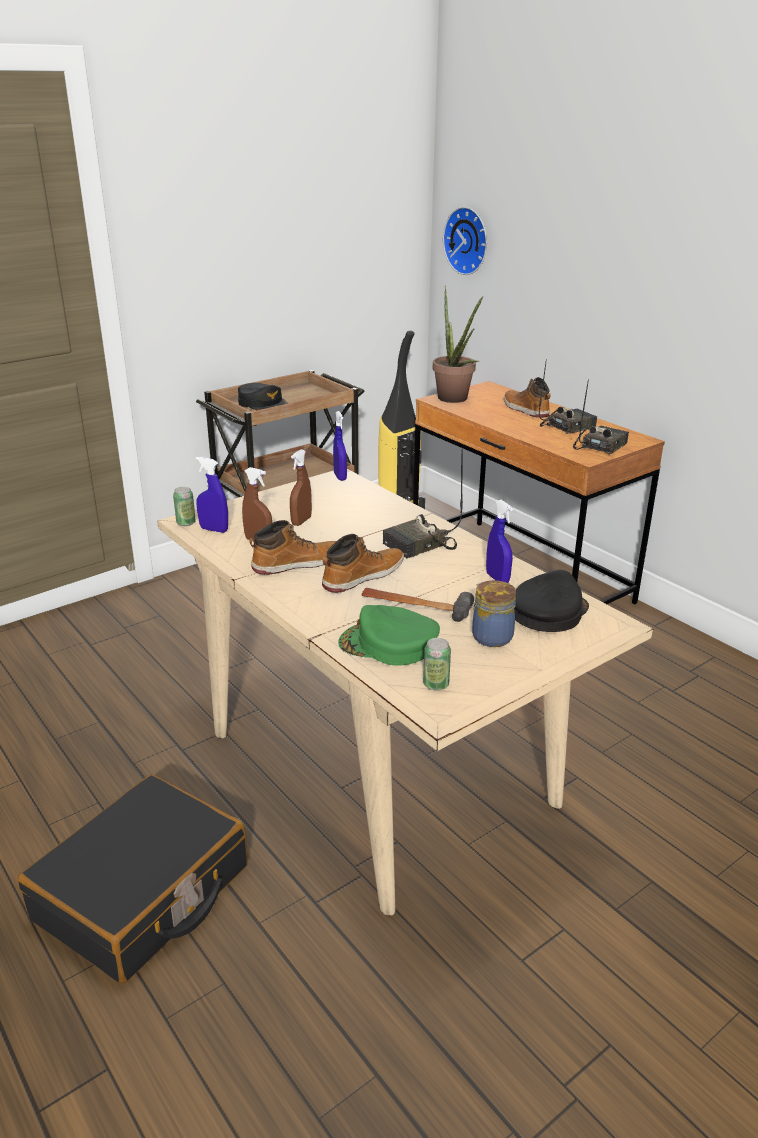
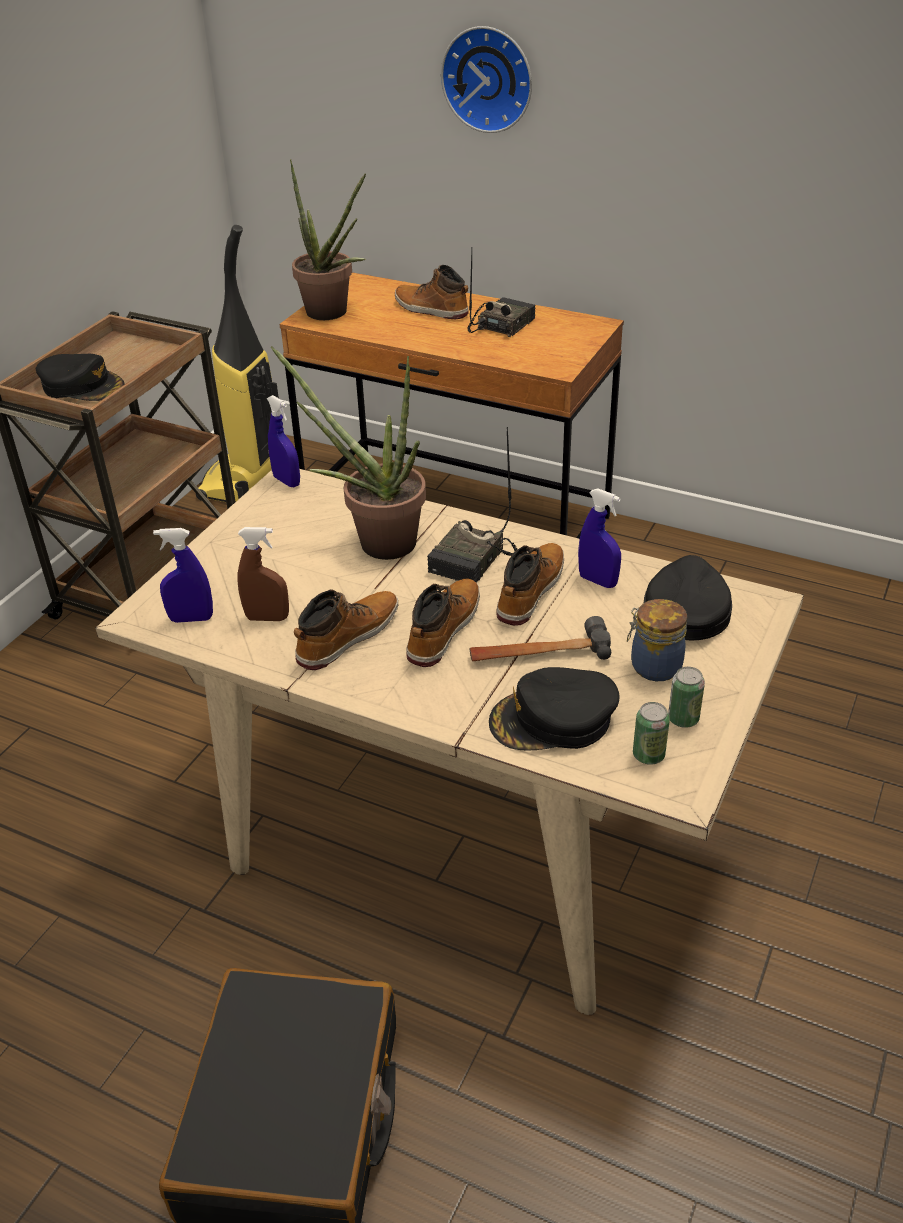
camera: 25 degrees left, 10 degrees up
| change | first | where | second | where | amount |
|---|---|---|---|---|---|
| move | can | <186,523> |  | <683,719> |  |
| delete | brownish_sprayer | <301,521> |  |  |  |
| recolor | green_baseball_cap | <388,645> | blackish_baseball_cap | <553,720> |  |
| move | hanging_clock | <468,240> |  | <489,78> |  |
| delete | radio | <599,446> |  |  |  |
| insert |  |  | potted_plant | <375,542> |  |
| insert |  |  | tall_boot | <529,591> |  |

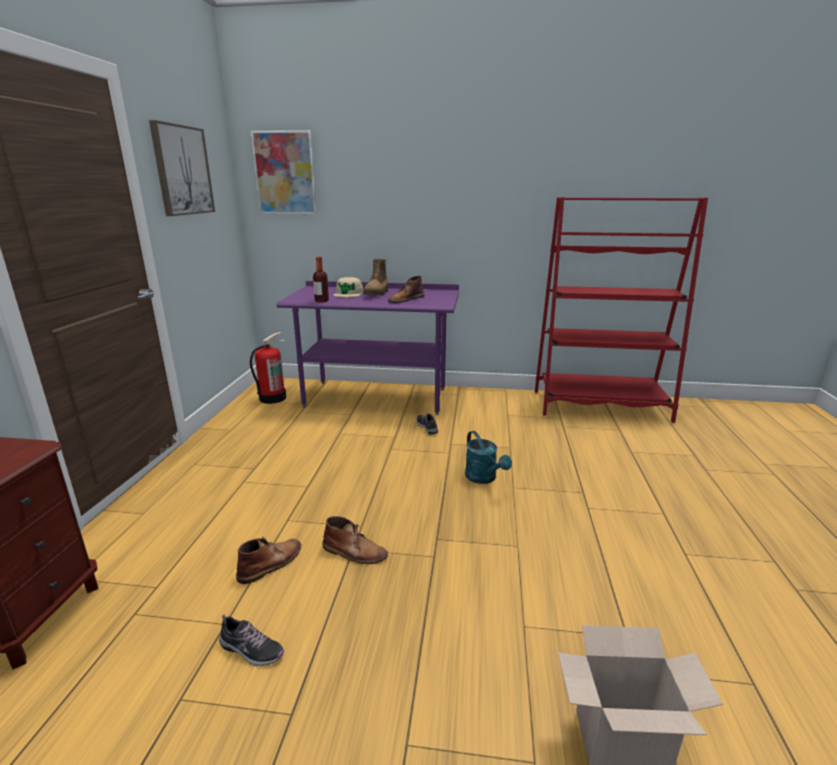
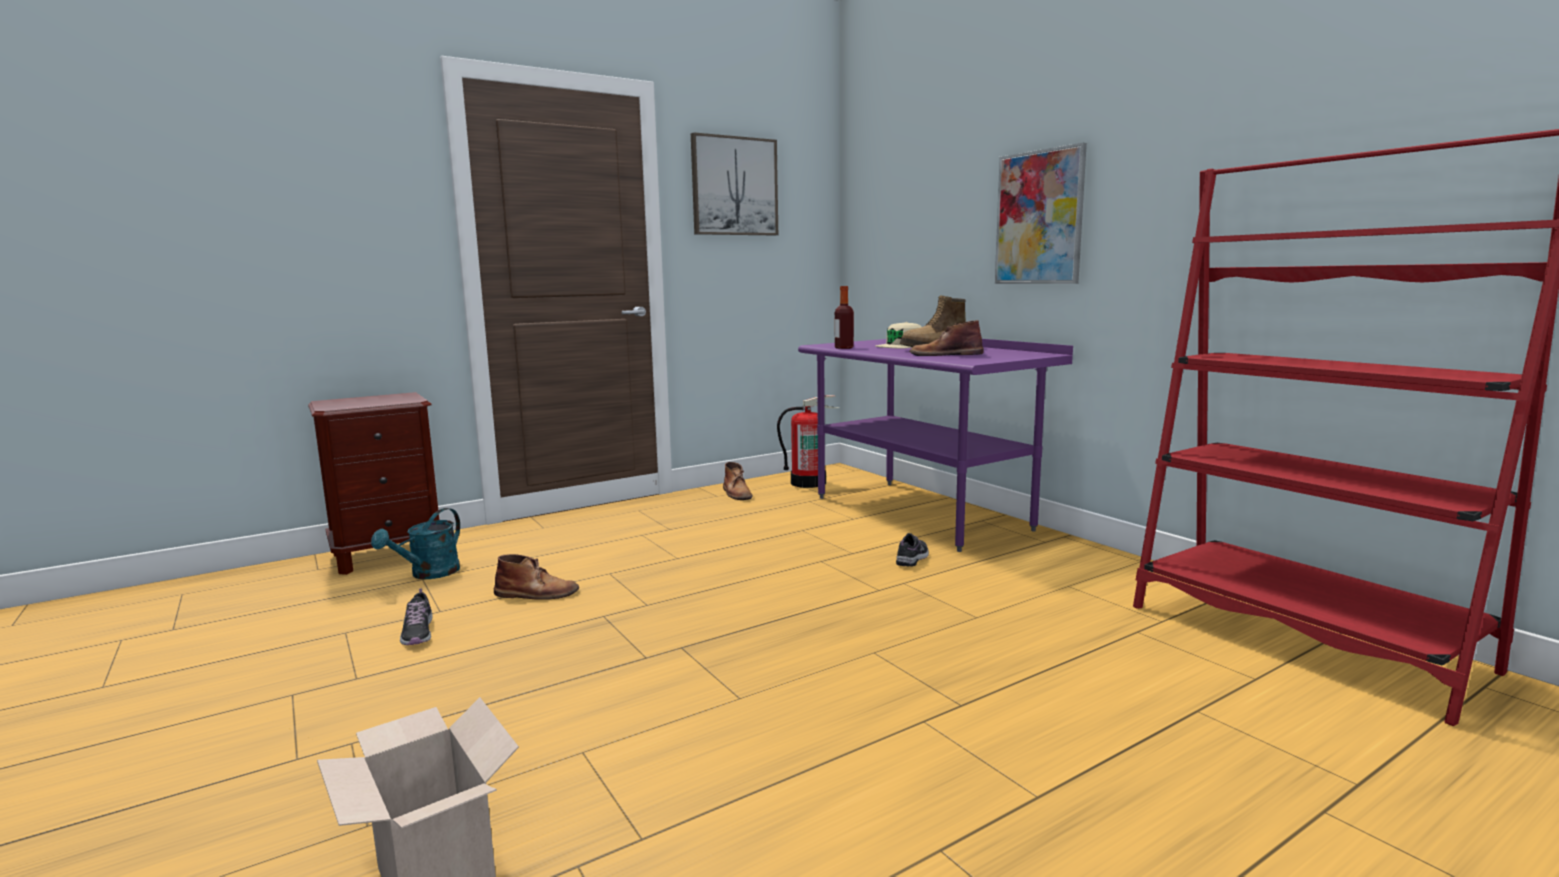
camera: 50 degrees right, 10 degrees down
| change | first | where | second | where | amount |
|---|---|---|---|---|---|
| move | wall_art | <285,173> |  | <1039,218> |  |
| move | brownish_tall_boot | <355,552> |  | <737,493> |  |
| move | turquoise-coloured_sprinkling_can | <484,478> |  | <428,574> |  |

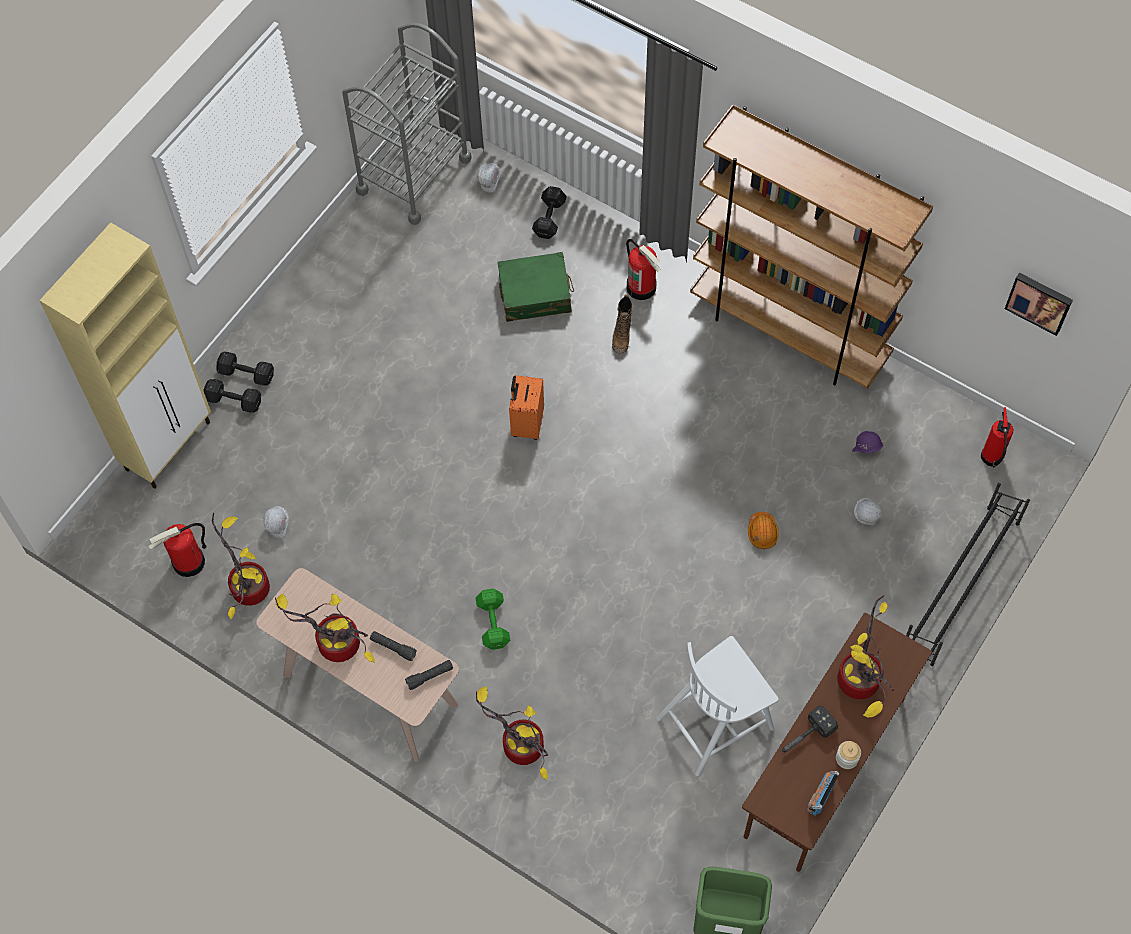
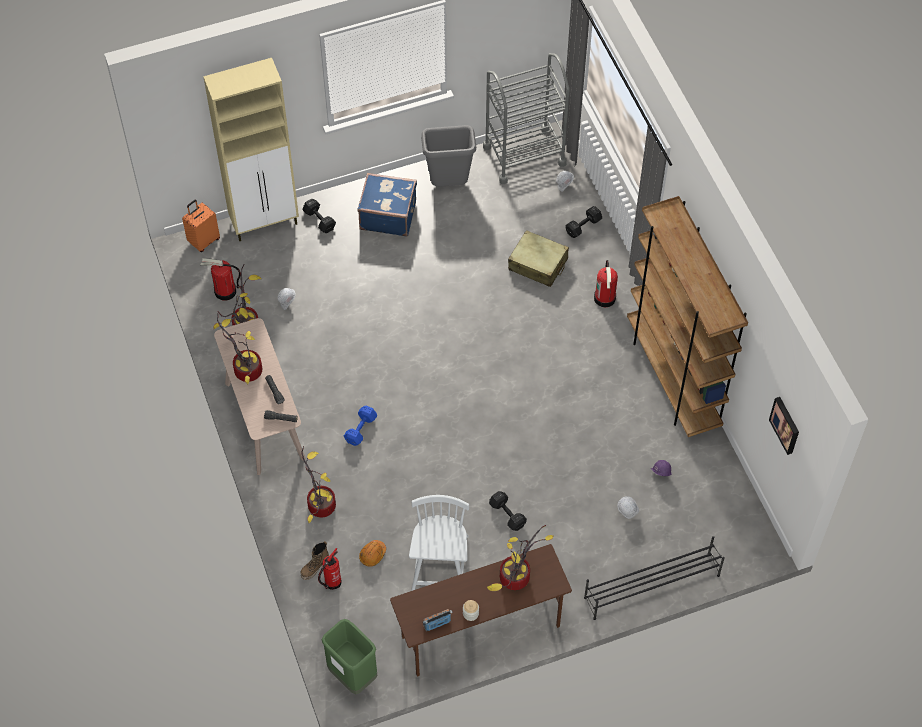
camera: 35 degrees right, 5 degrees down
| change | first | where | second | where | amount |
|---|---|---|---|---|---|
| move | blackish_dumbbell | <247,374> |  | <507,515> |  |
| recolor | green_dumbbell | <493,624> | blue_dumbbell | <360,430> |  |
| recolor | green_piece_of_luggage | <535,294> | sand-coloured_piece_of_luggage | <538,264> |  |
| move | orangey_piece_of_luggage | <526,423> |  | <203,240> |  |
| move | tall_boot | <622,336> |  | <315,567> |  |
| rotate | white_upright_chair | <716,721> |  | <440,565> | 90 degrees clockwise |
| move | orangey_hard_hat | <762,532> |  | <372,555> |  |
| delete | hand_hammer | <804,737> |  |  |  |
| move | fire_extinguisher | <991,459> |  | <331,583> |  |
| insert |  |  | blue_piece_of_luggage | <388,215> |  |
| insert |  |  | gray_waste_bin | <448,185> |  |

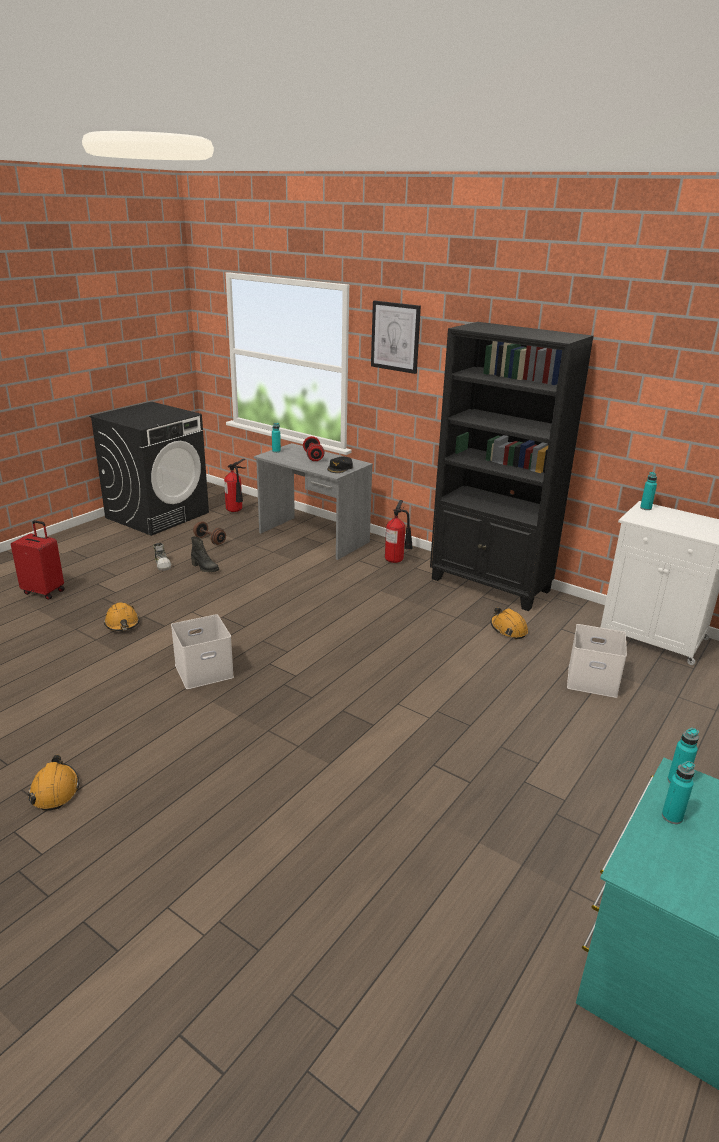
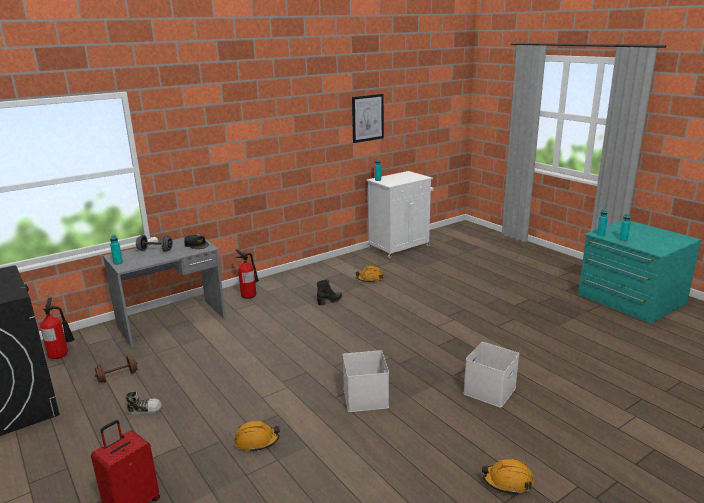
camera: 70 degrees left, 5 degrees down
| change | first | where | second | where | amount |
|---|---|---|---|---|---|
| move | blackish_tall_boot | <204,568> |  | <330,301> |  |
| recolor | red-coloured_dumbbell | <313,457> | gray_dumbbell | <155,251> |  |
| move | wall_art | <395,337> |  | <367,118> |  |
| delete | blackish_bookcase | <490,585> |  |  |  |
| move | white_storage_box | <593,679> |  | <489,390> |  |

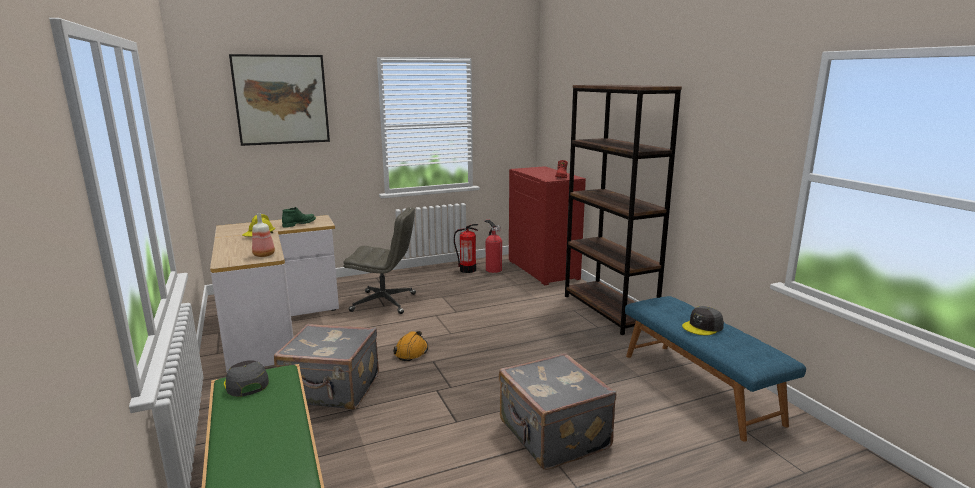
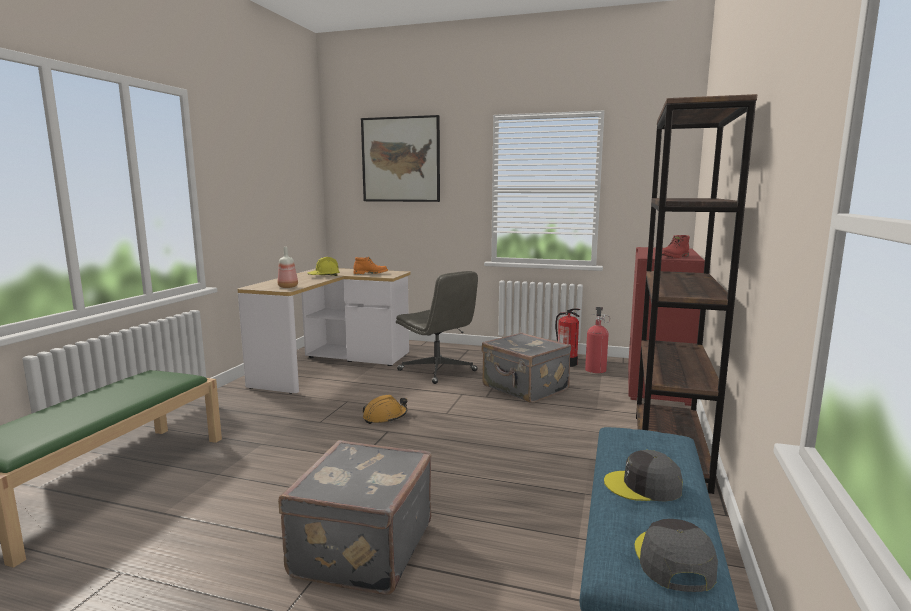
camera: 40 degrees right, 5 degrees down
| change | first | where | second | where | amount |
|---|---|---|---|---|---|
| move | gray_baseball_cap | <246,383> |  | <673,561> |  |
| move | gray_piece_of_luggage | <332,390> |  | <524,388> |  |
| recolor | green_tall_boot | <299,224> | orangey_tall_boot | <371,273> |  |

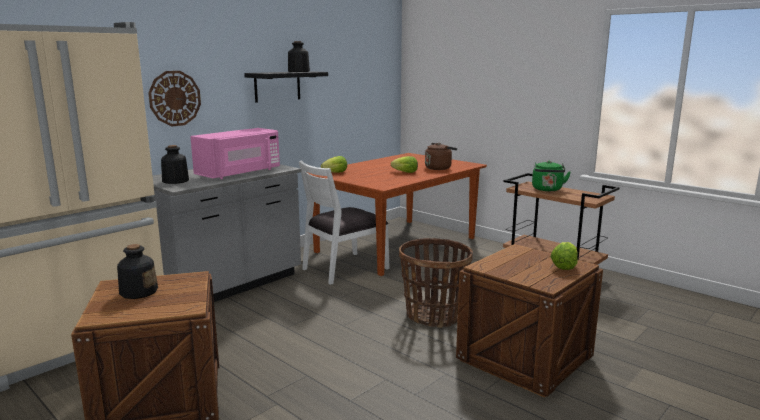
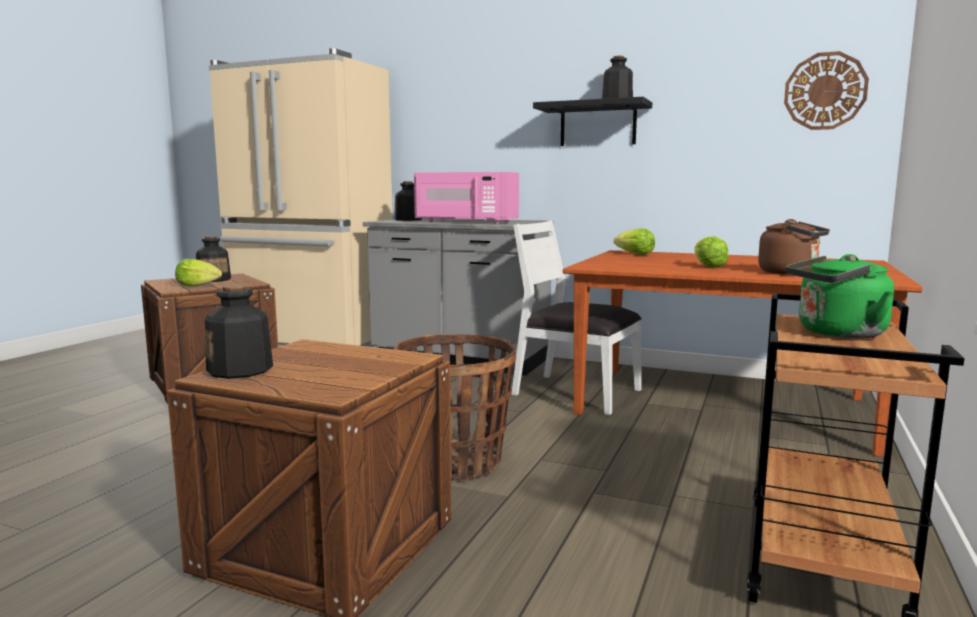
camera: 70 degrees right, 5 degrees down
| change | first | where | second | where | amount |
|---|---|---|---|---|---|
| move | hanging_clock | <175,98> |  | <825,91> |  |
| move | lettuce_head | <564,266> |  | <197,286> |  |
| insert |  |  | bottle | <240,370> |  |

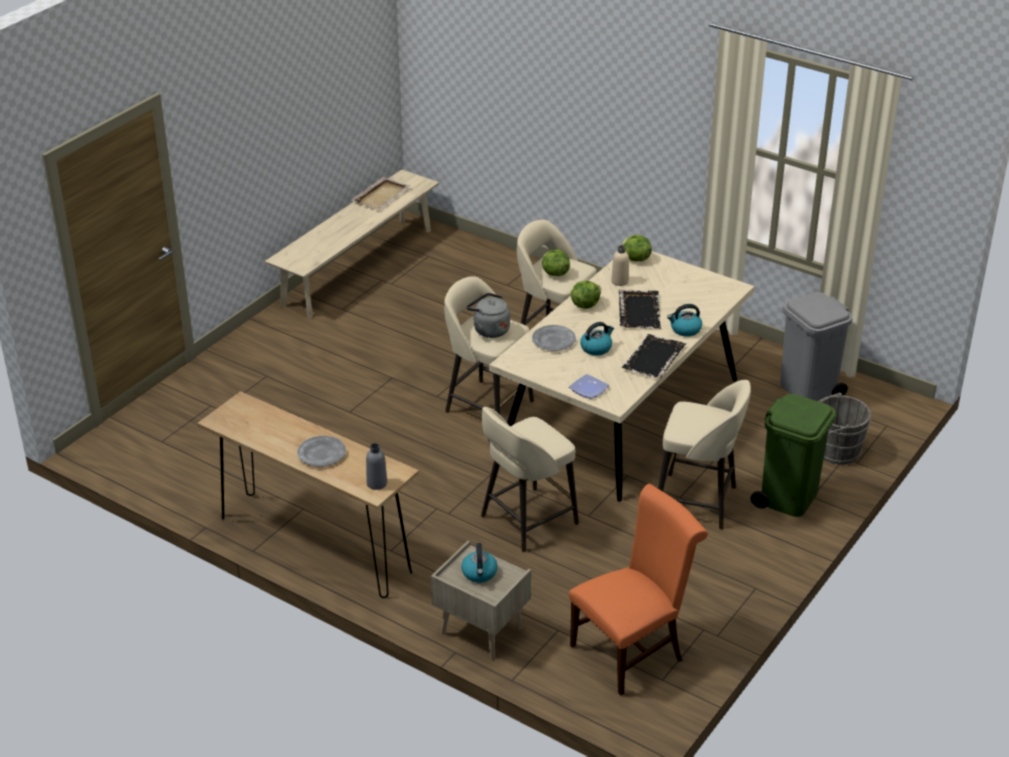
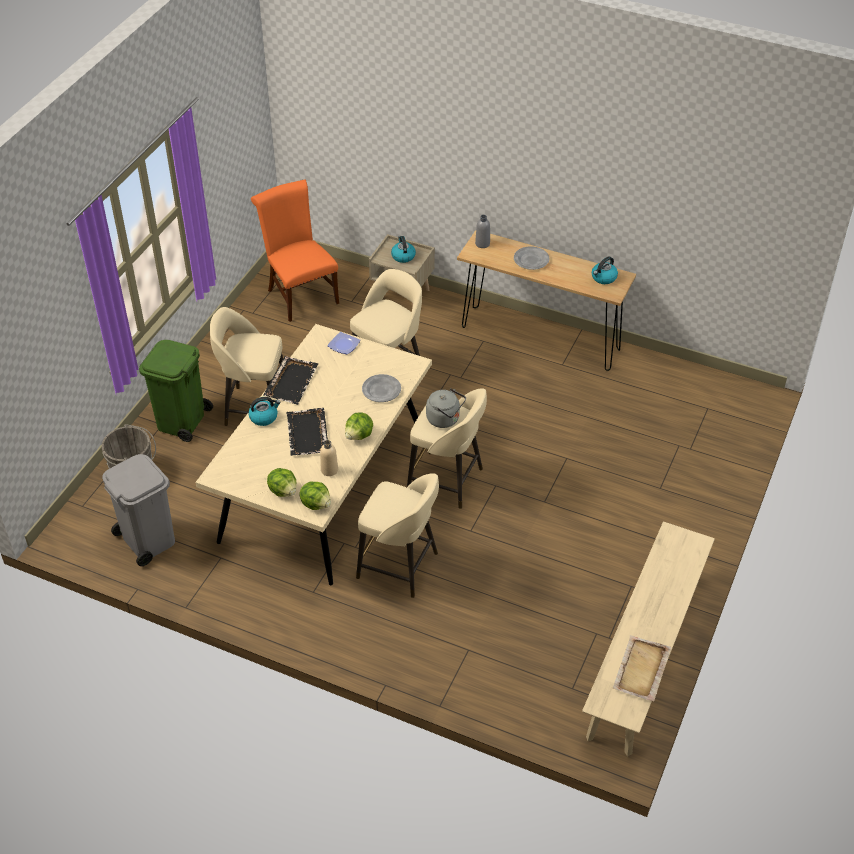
camera: 170 degrees right, 10 degrees up
| change | first | where | second | where | amount |
|---|---|---|---|---|---|
| move | lettuce_head | <554,273> |  | <283,491> |  |
| rotate | orangey_upright_chair | <632,650> |  | <300,294> | 105 degrees clockwise |
| move | water_kettle | <596,348> |  | <603,278> |  |

